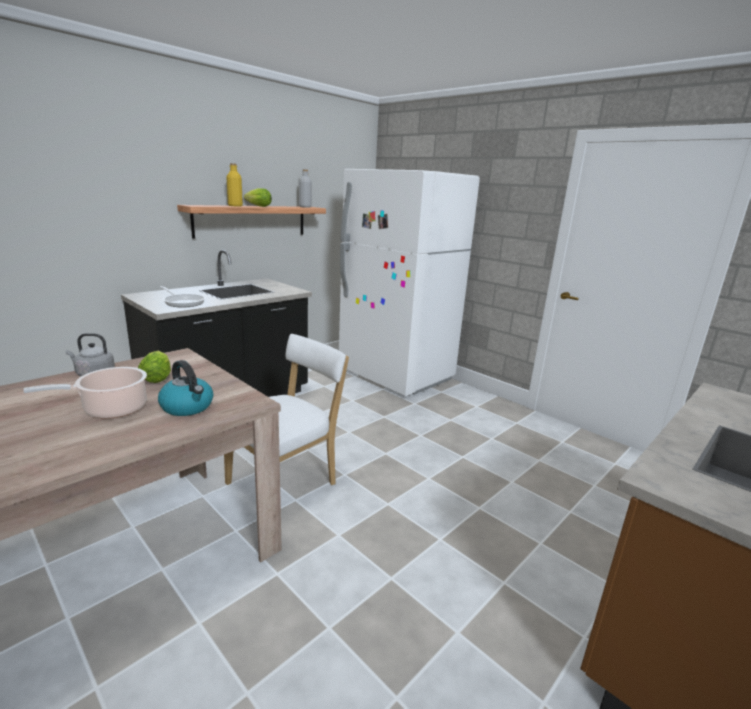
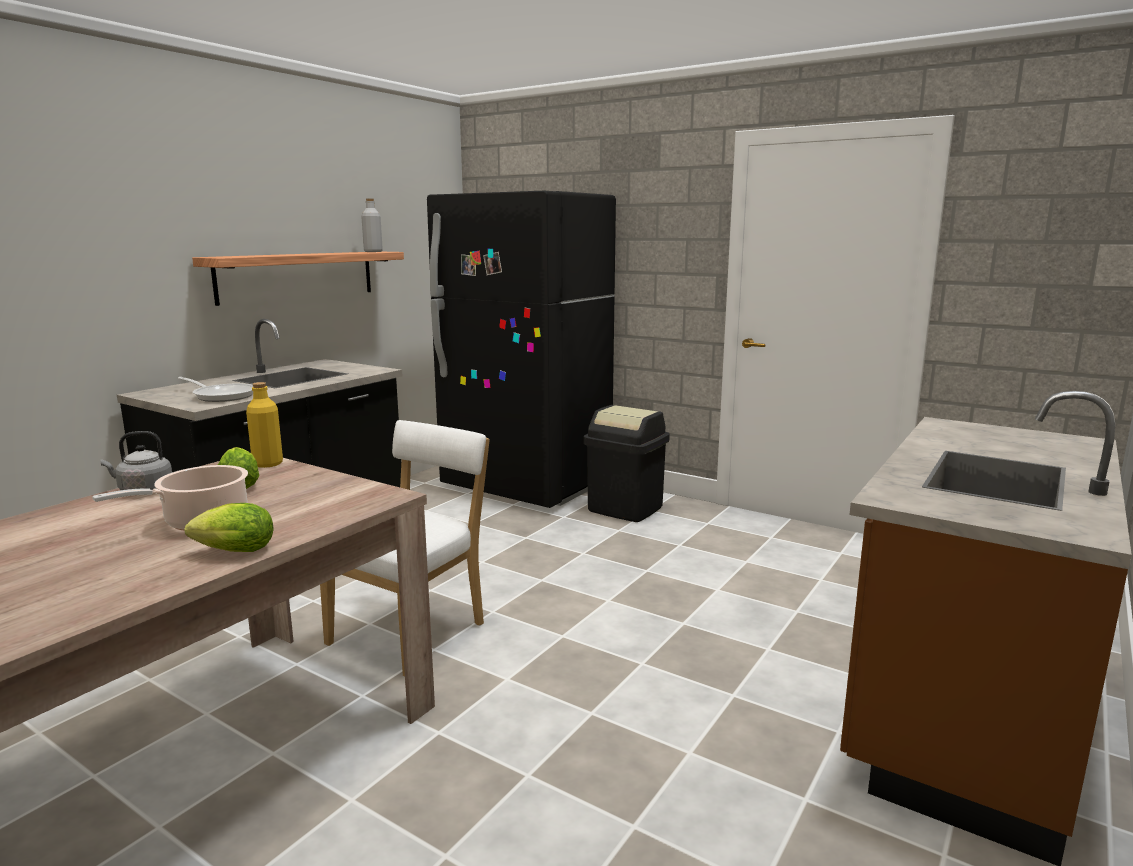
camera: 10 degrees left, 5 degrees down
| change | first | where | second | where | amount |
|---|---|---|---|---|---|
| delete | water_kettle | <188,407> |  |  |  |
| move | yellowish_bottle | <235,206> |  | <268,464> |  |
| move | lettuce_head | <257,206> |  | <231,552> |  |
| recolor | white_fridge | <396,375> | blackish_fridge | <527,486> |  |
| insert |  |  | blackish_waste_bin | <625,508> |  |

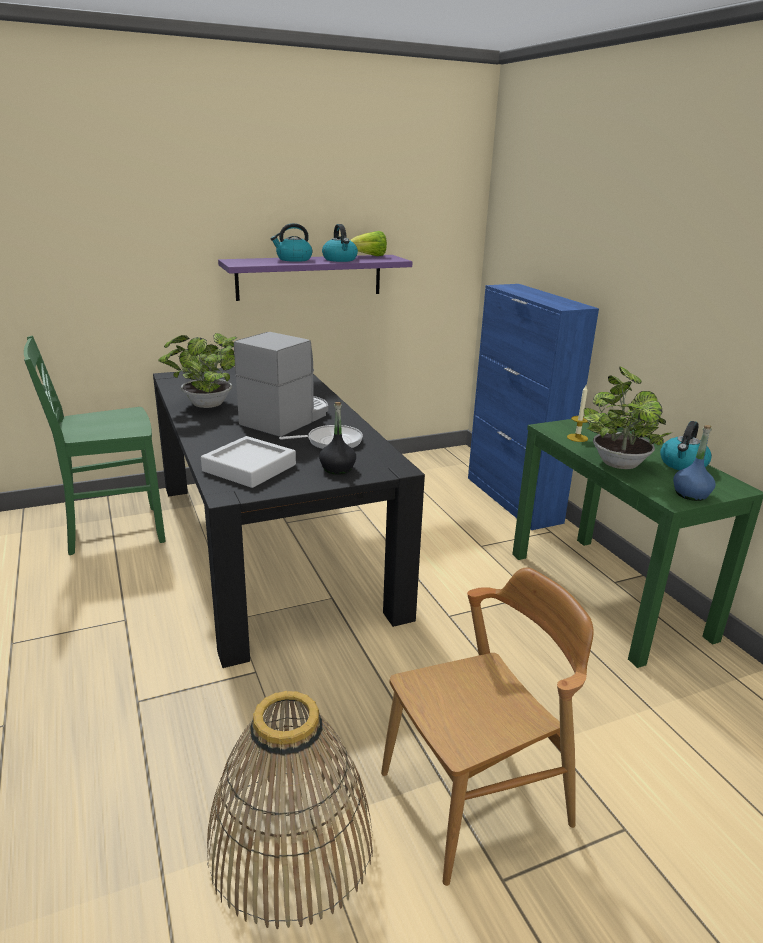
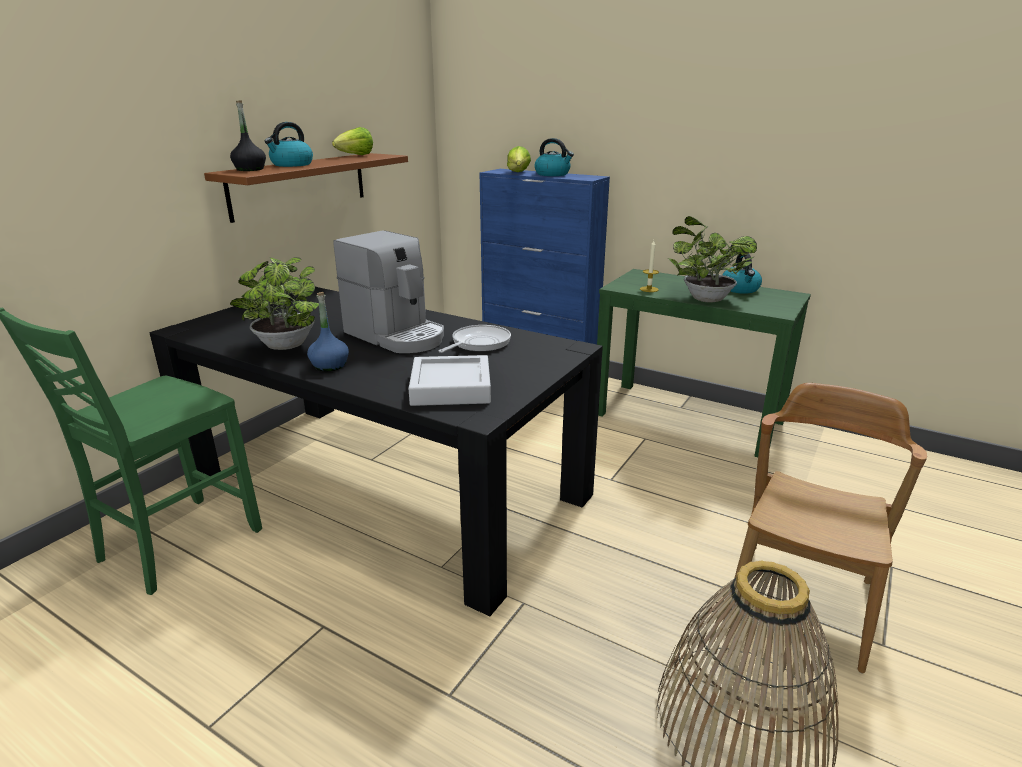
camera: 35 degrees left, 0 degrees up
| change | first | where | second | where | amount |
|---|---|---|---|---|---|
| recolor | purplish_bracket_shelf | <309,277> | brownish_bracket_shelf | <300,185> |  |
| rotate | coffee_machine | <287,418> |  | <397,336> | 135 degrees clockwise |
| move | blackish_bottle | <337,469> |  | <250,169> |  |
| move | water_kettle | <340,259> |  | <553,174> |  |
| move | blue_bottle | <690,494> |  | <329,365> |  |
| insert |  |  | lettuce_head | <518,173> |  |

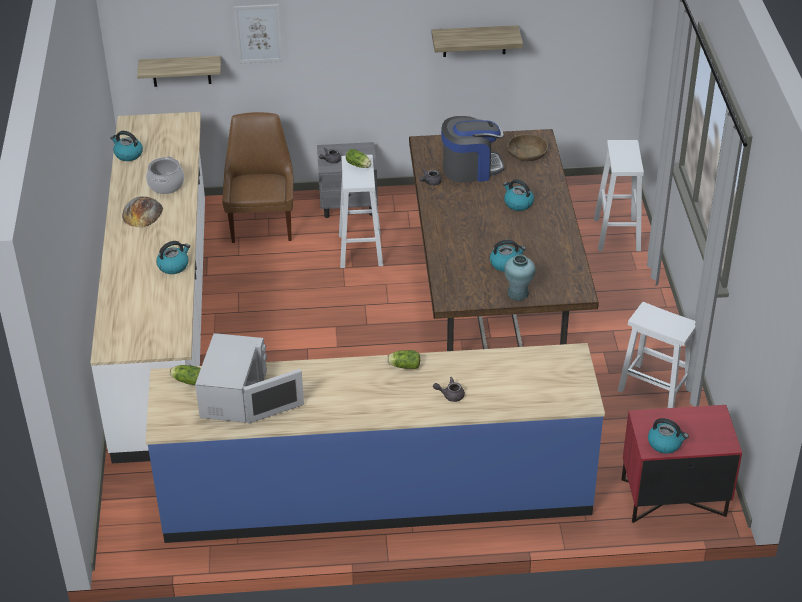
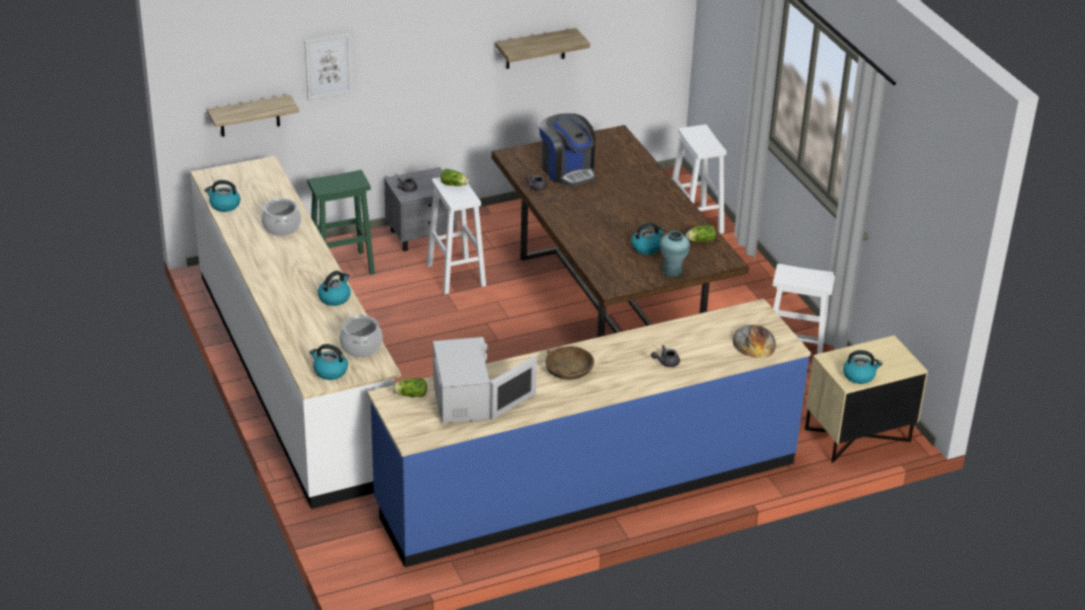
camera: 20 degrees left, 5 degrees down
| change | first | where | second | where | amount |
|---|---|---|---|---|---|
| move | baked_bread | <142,212> |  | <754,342> |  |
| replace | brownish_upright_chair | <262,224> | green_sitting_stool | <343,267> |  |
| move | lettuce_head | <403,366> |  | <699,240> |  |
| rotate | coffee_machine | <471,168> |  | <567,170> | 90 degrees clockwise |
| move | water_kettle | <518,203> |  | <330,371> |  |
| move | brownish_deep_dish | <526,153> |  | <568,370> |  |
| recolor | red-coloured_bedside_table | <673,498> | sand-coloured_bedside_table | <857,436> |  |
| insert |  |  | cooking_pot | <361,347> |  |

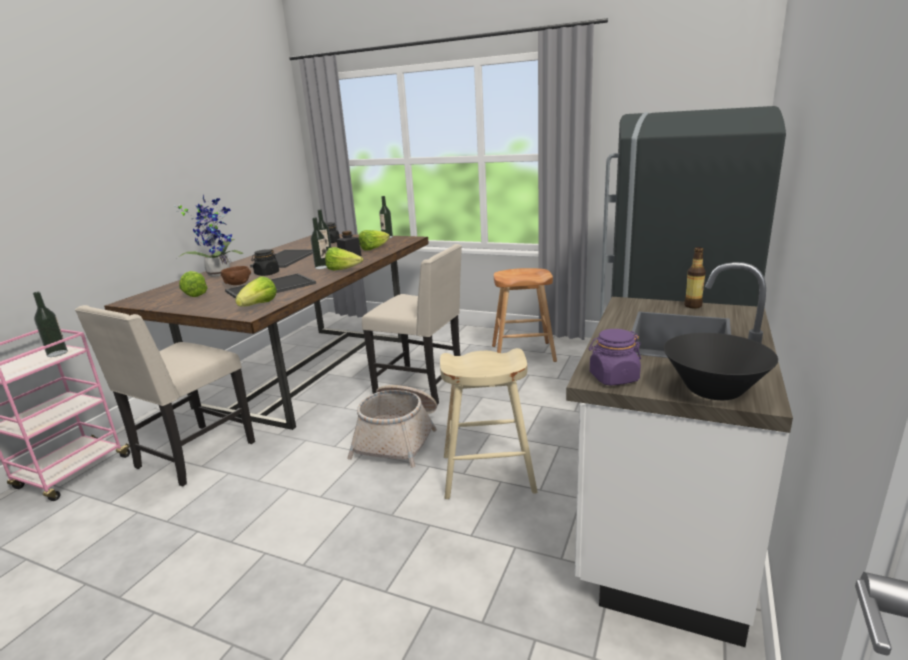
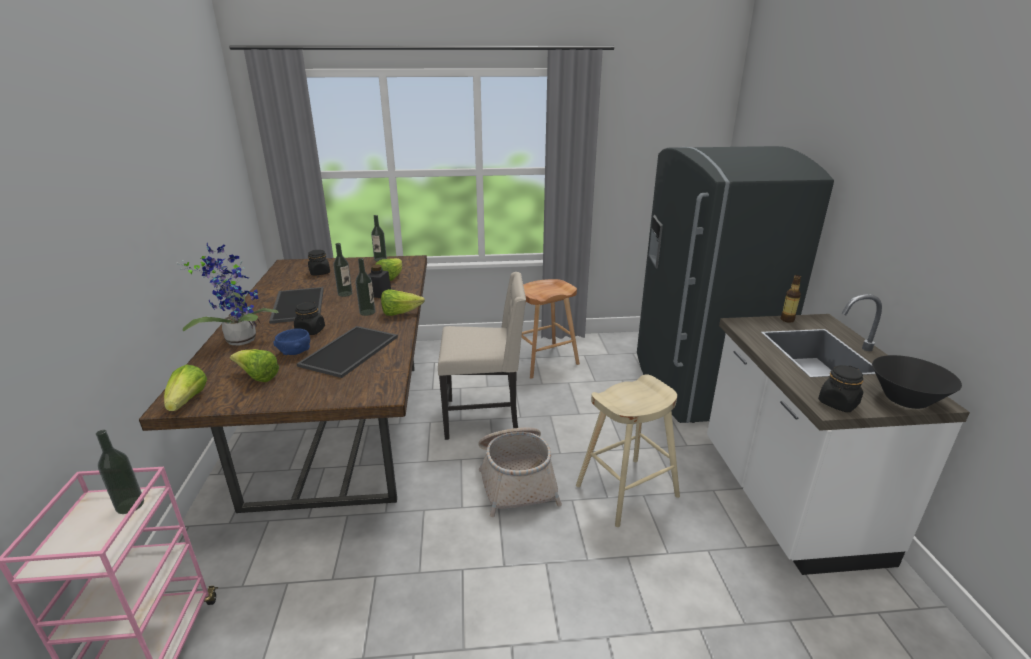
camera: 30 degrees left, 5 degrees up
| change | first | where | second | where | amount |
|---|---|---|---|---|---|
| delete | sand-coloured_upright_chair | <193,456> |  |  |  |
| recolor | brownish_deep_dish | <237,284> | blue_deep_dish | <295,352> |  |
| move | lettuce_head | <259,305> |  | <188,401> |  |
| recolor | purplish_jar | <613,378> | blackish_jar | <838,403> |  |

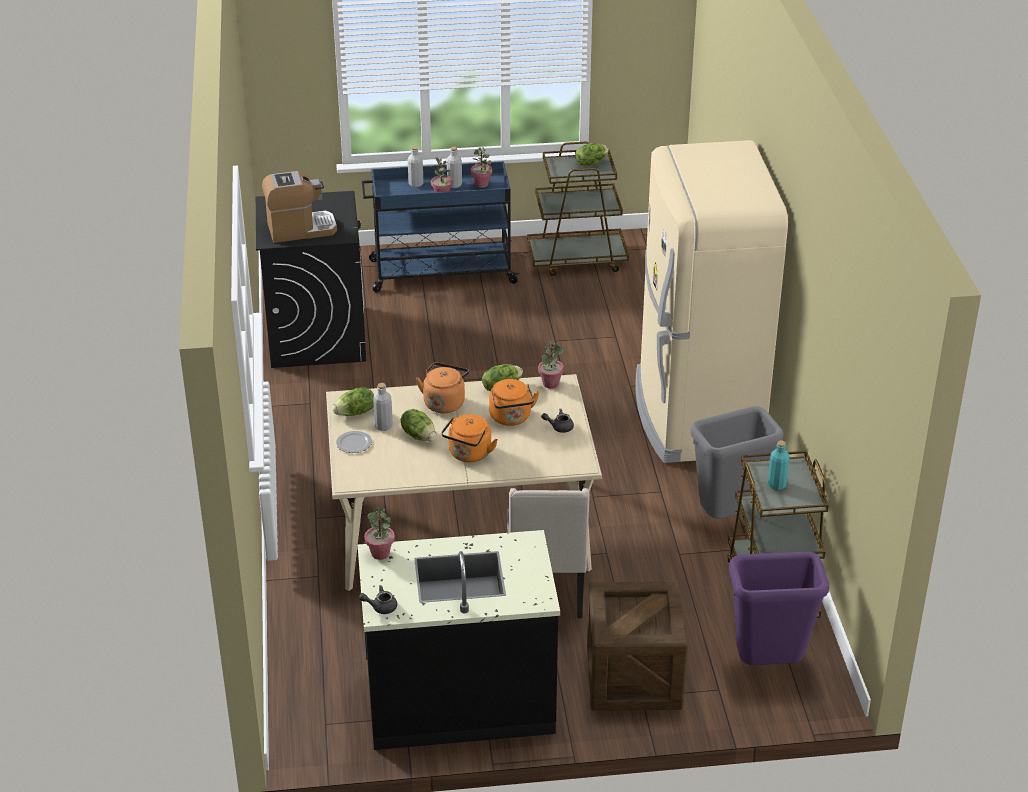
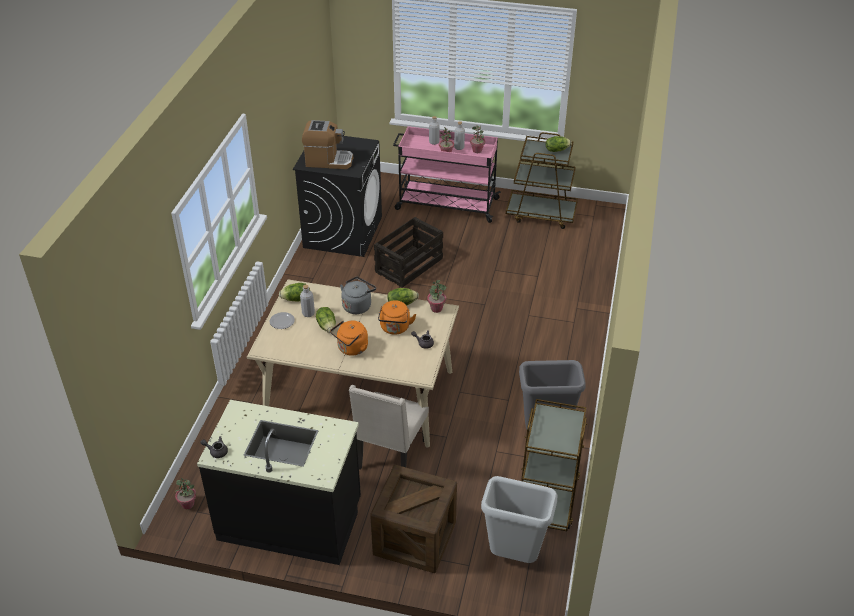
camera: 20 degrees right, 5 degrees up
| change | first | where | second | where | amount |
|---|---|---|---|---|---|
| recolor | blue_cart | <440,272> | pink_cart | <445,204> |  |
| move | potted_plant | <380,553> |  | <188,504> |  |
| recolor | orangey_water_kettle | <444,402> | gray_water_kettle | <358,305> |  |
| delete | sand-coloured_fridge | <695,415> |  |  |  |
| recolor | purplish_waste_bin | <767,666> | gray_waste_bin | <513,557> |  |
| delete | turquoise-coloured_bottle | <776,485> |  |  |  |
| insert |  |  | shipping_crate | <409,265> |  |

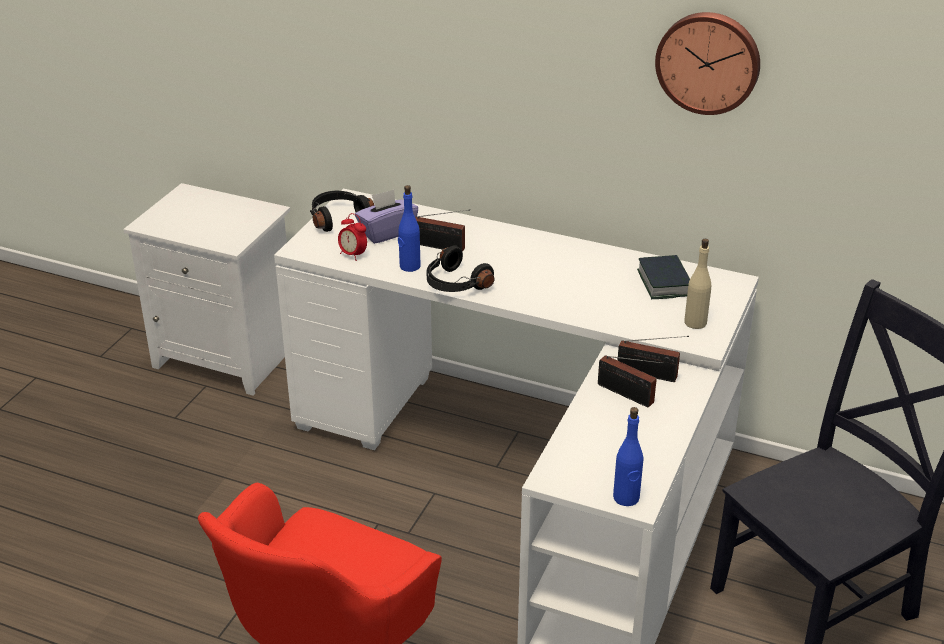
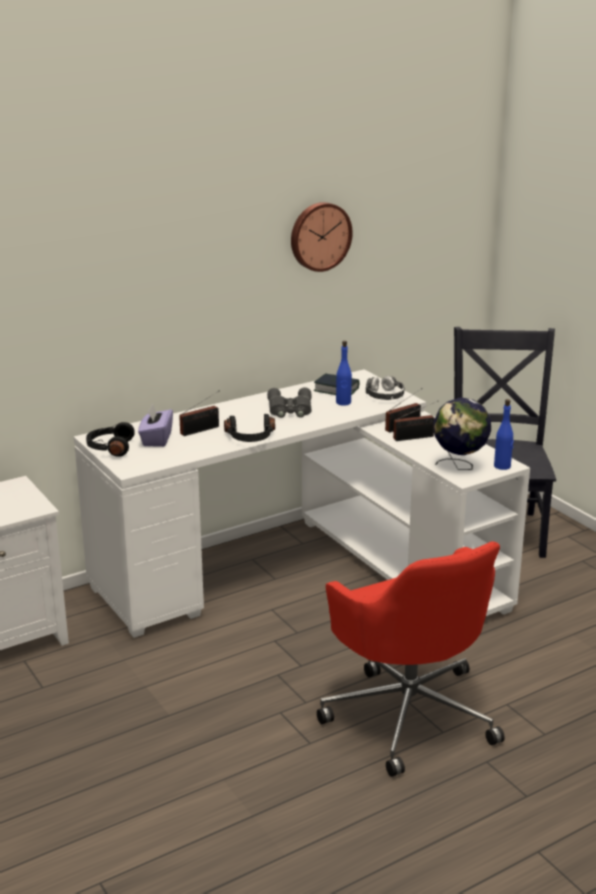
camera: 55 degrees left, 10 degrees down
| change | first | where | second | where | amount |
|---|---|---|---|---|---|
| delete | bedside_clock | <353,255> |  |  |  |
| move | blue_bottle | <409,266> |  | <343,403> |  |
| replace | sand-coloured_bottle | <695,322> | headset | <384,395> |  |
| insert |  |  | gray_binoculars | <289,409> |  |
| insert |  |  | desk_globe | <459,466> |  |

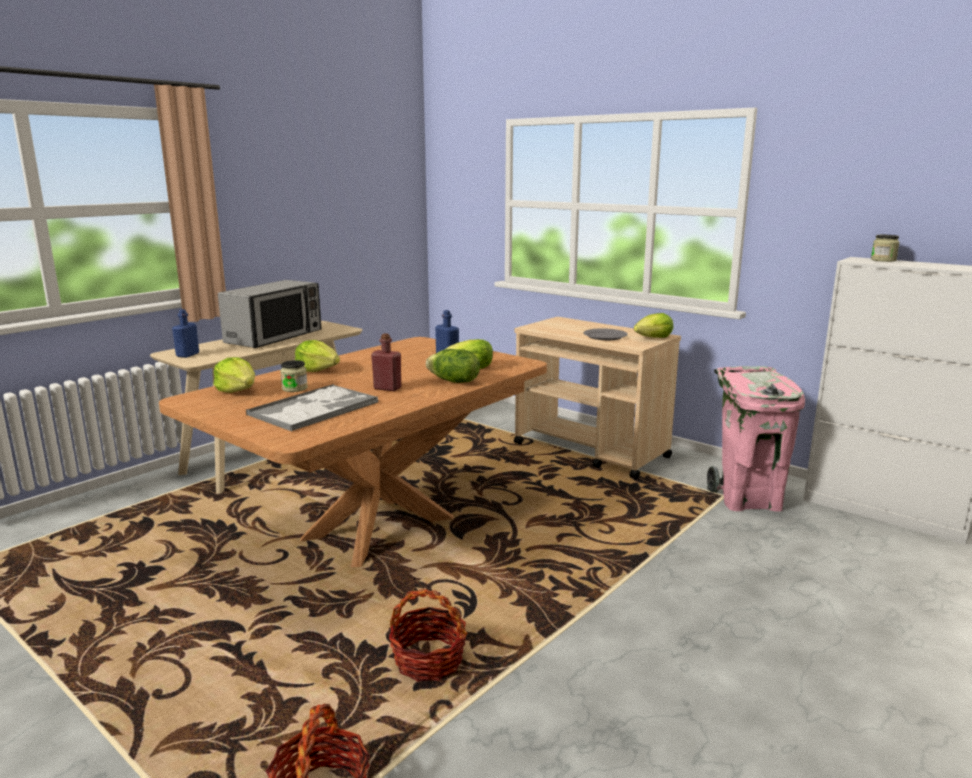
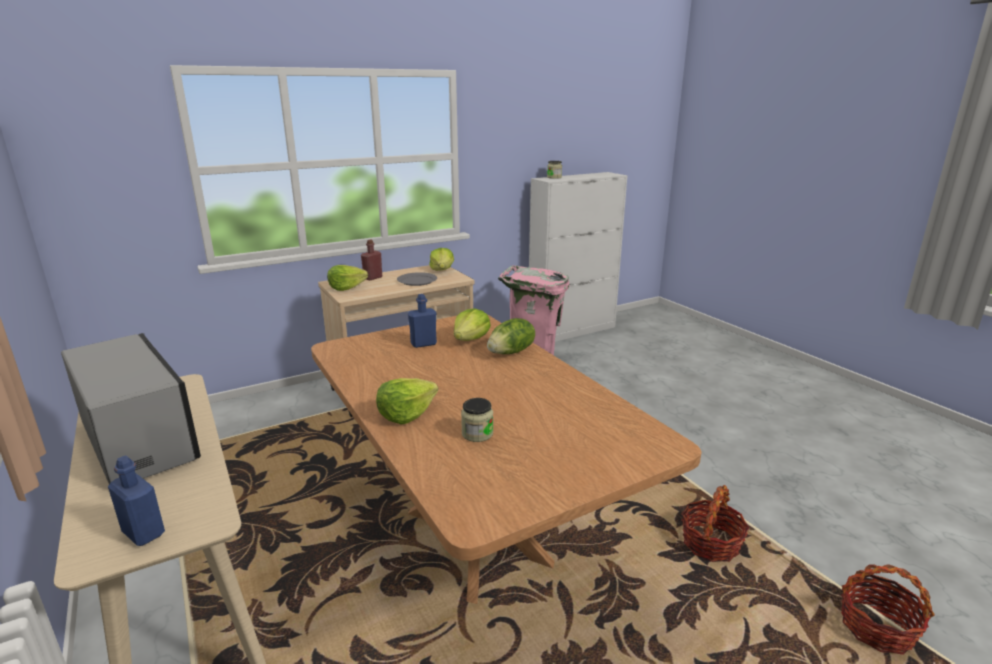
camera: 70 degrees left, 5 degrees up
| change | first | where | second | where | amount |
|---|---|---|---|---|---|
| move | lettuce_head | <238,390> |  | <346,288> |  |
| delete | carrying_tray | <315,408> |  |  |  |
| move | red-coloured_bottle | <387,388> |  | <373,278> |  |

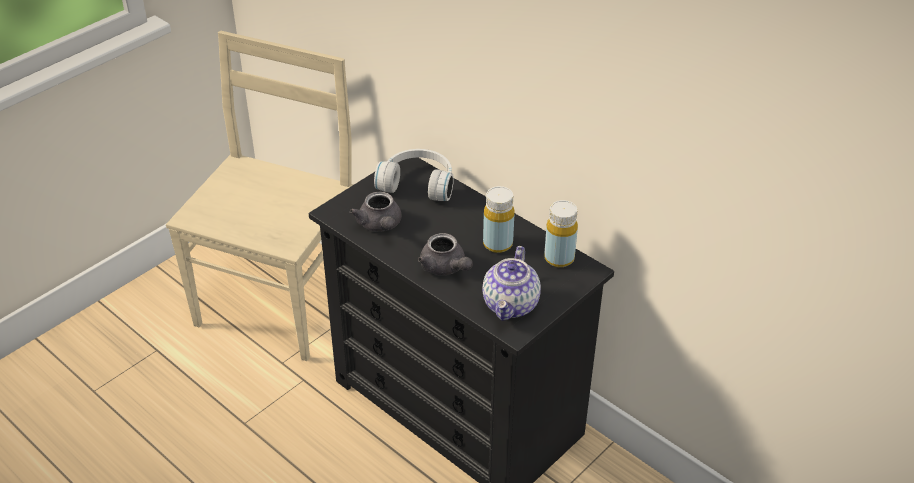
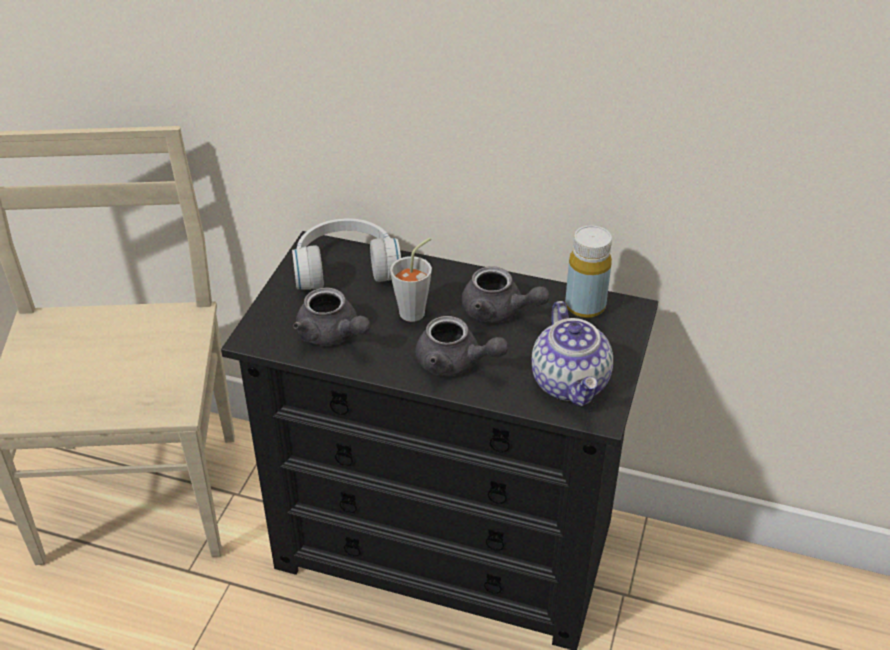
camera: 25 degrees left, 0 degrees up
| change | first | where | second | where | amount |
|---|---|---|---|---|---|
| replace | yellowish_bottle | <497,244> | gray_pot_for_tea | <499,312> |  |
| insert |  |  | gray_cup | <416,310> |  |

